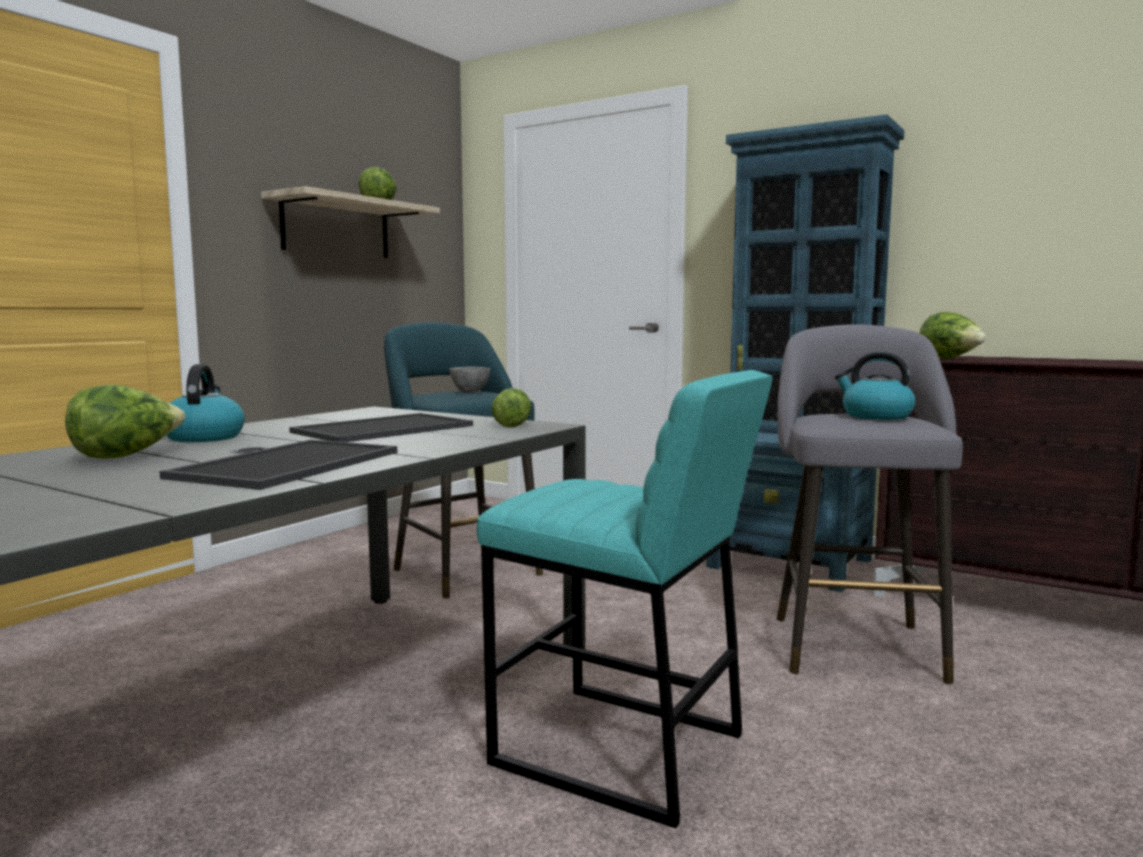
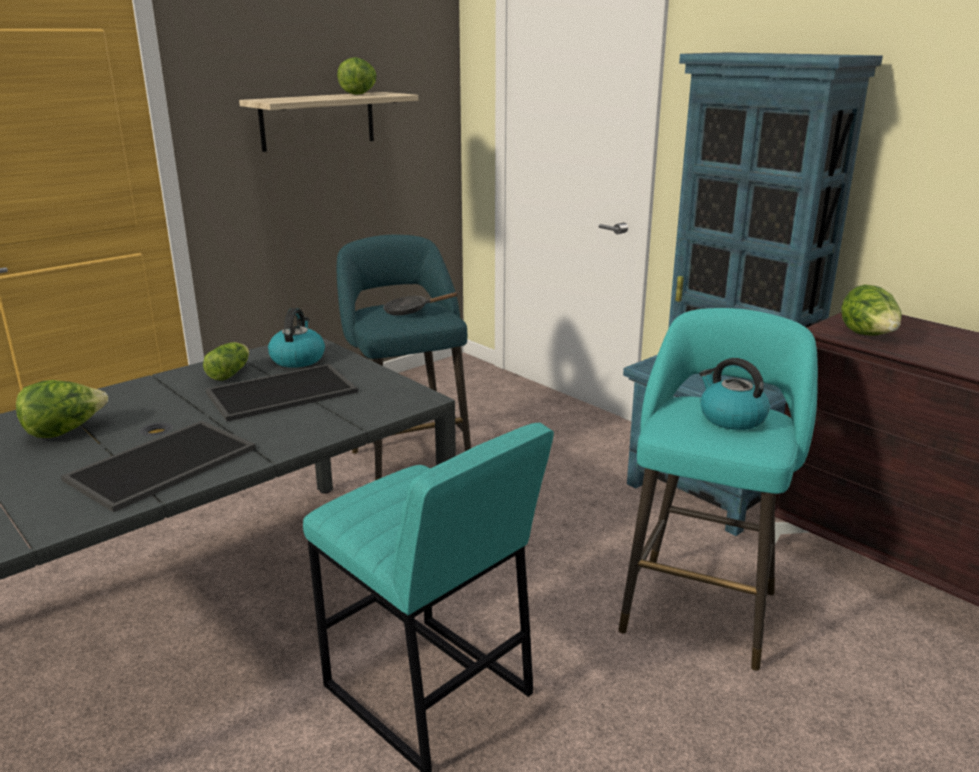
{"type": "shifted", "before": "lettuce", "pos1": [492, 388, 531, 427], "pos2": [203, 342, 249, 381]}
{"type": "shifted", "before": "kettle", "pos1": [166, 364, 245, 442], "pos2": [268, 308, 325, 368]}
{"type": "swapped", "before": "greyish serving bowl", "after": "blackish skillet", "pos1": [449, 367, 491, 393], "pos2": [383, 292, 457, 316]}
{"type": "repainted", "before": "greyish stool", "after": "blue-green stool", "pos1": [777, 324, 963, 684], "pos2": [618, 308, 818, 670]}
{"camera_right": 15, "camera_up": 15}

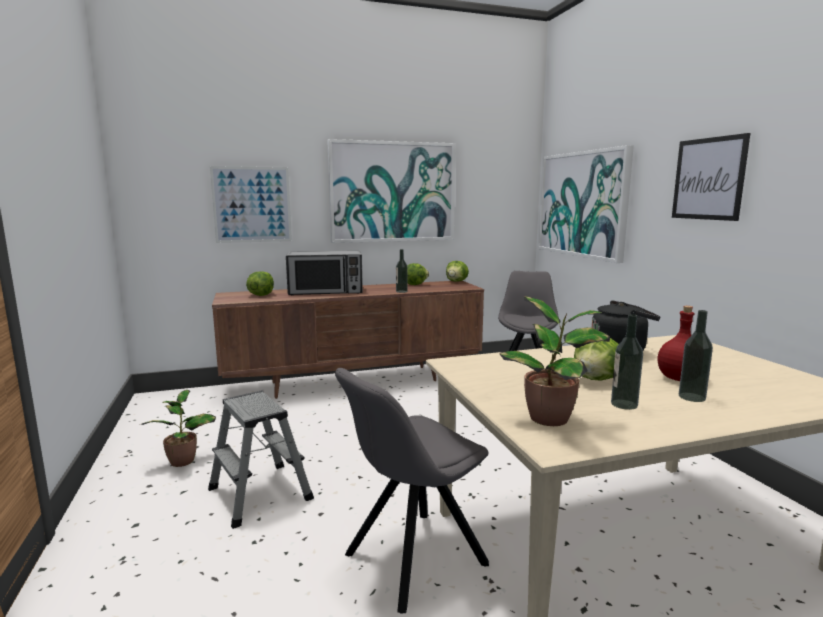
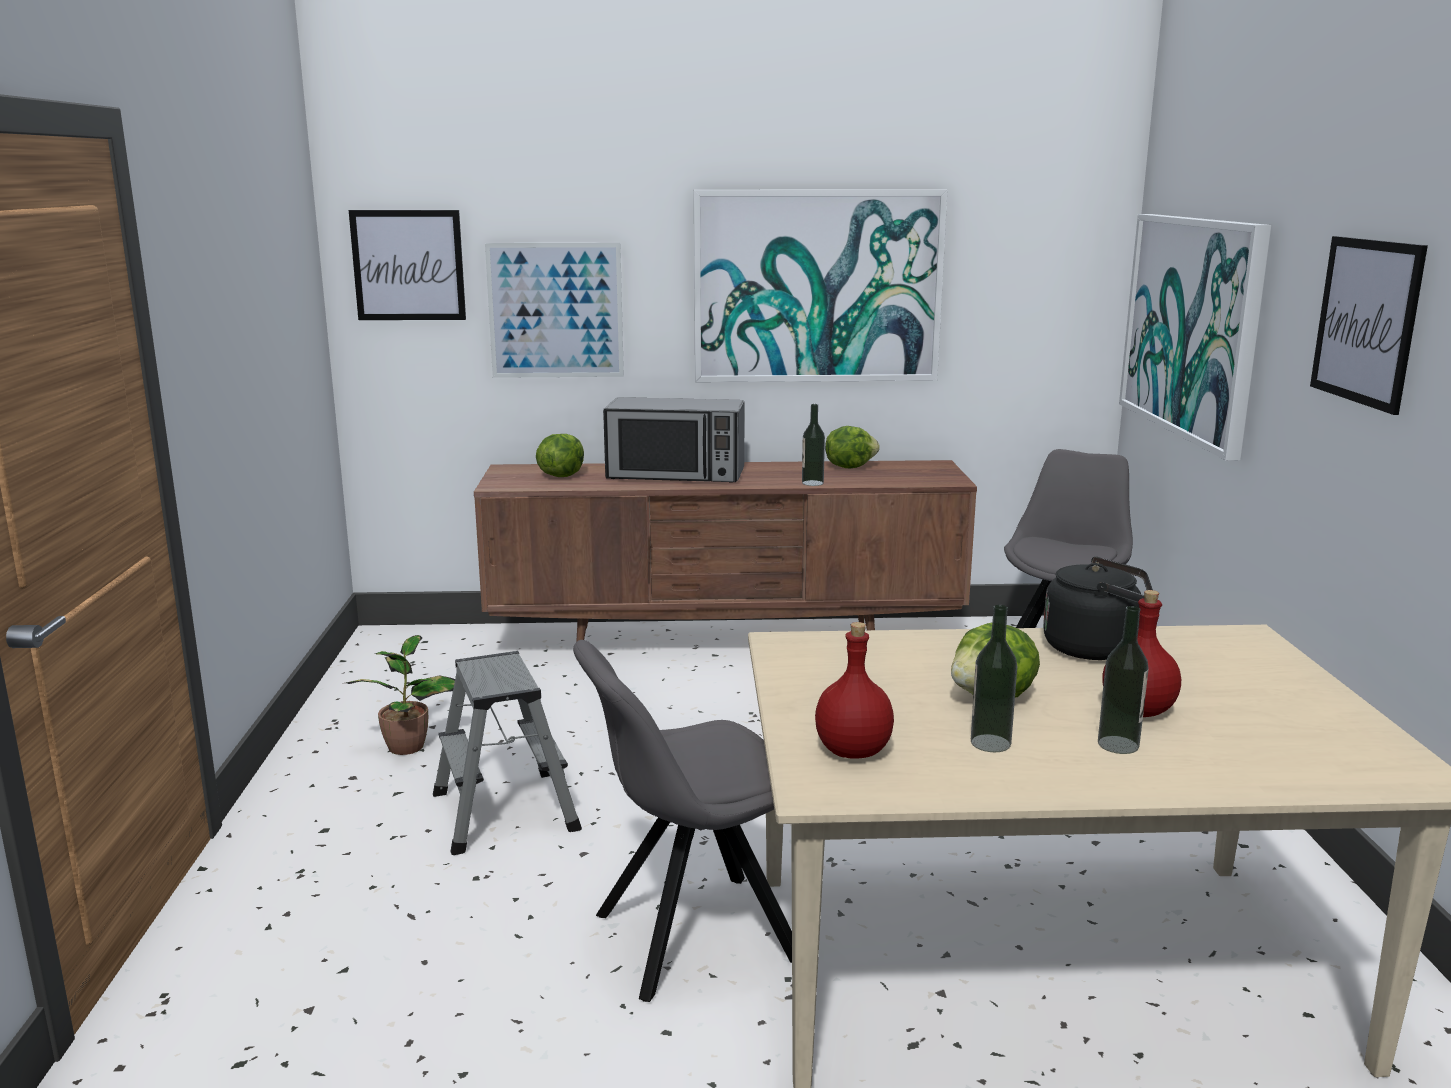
{"type": "new", "after": "wall picture", "pos2": [349, 210, 466, 320]}
{"type": "swapped", "before": "potted plant", "after": "red bottle", "pos1": [499, 296, 610, 426], "pos2": [815, 622, 894, 759]}
{"type": "gone", "before": "lettuce", "pos1": [446, 261, 469, 282]}
{"camera_right": 15, "camera_up": 5}

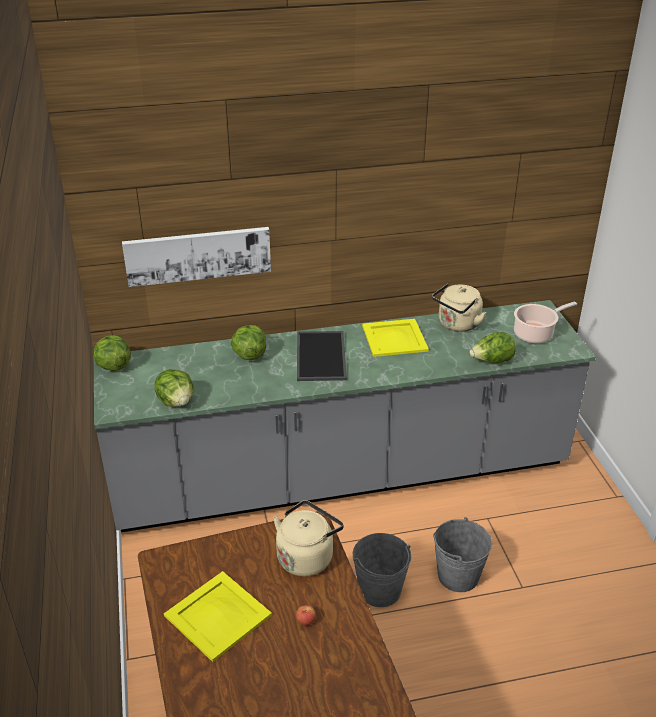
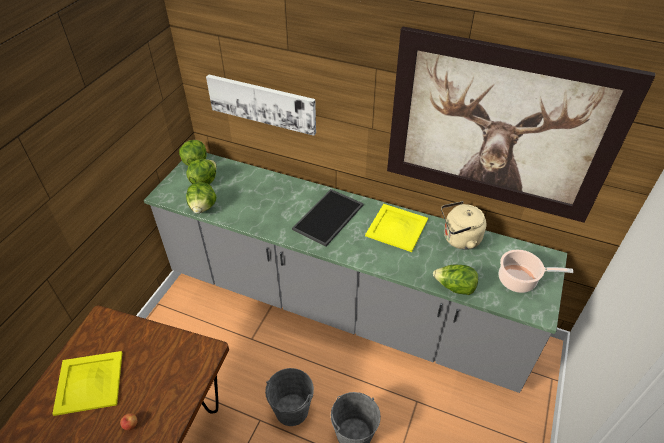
{"type": "shifted", "before": "lettuce", "pos1": [231, 325, 266, 360], "pos2": [186, 159, 216, 184]}
{"type": "new", "after": "wall picture", "pos2": [387, 27, 655, 223]}
{"type": "gone", "before": "beige-coloured kettle", "pos1": [273, 500, 344, 576]}
{"camera_right": 35, "camera_up": 10}

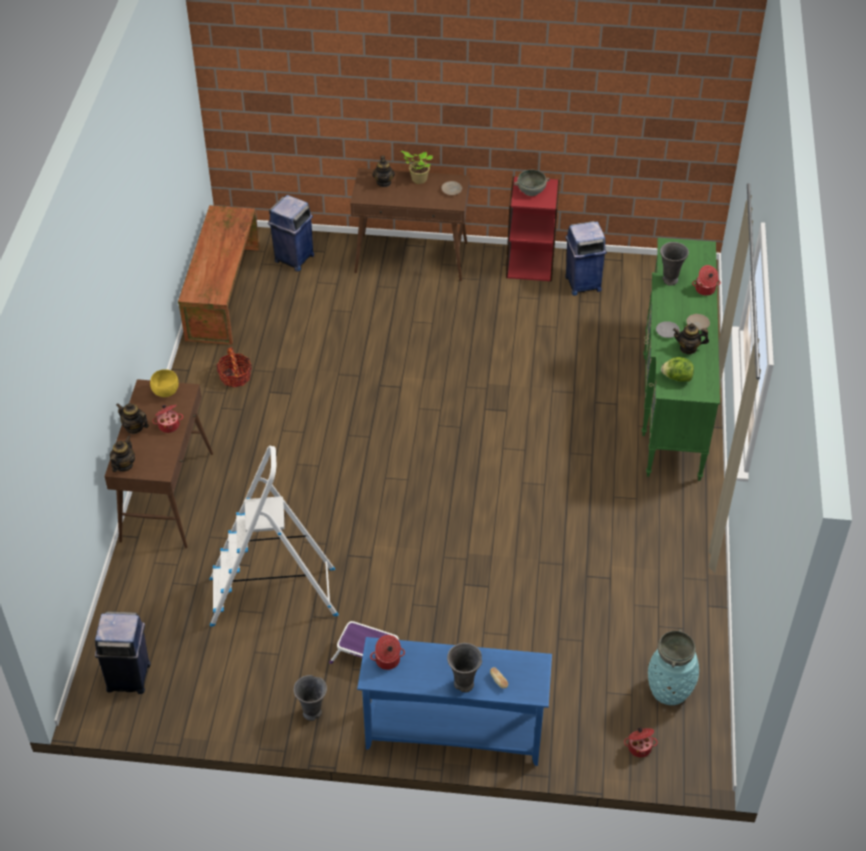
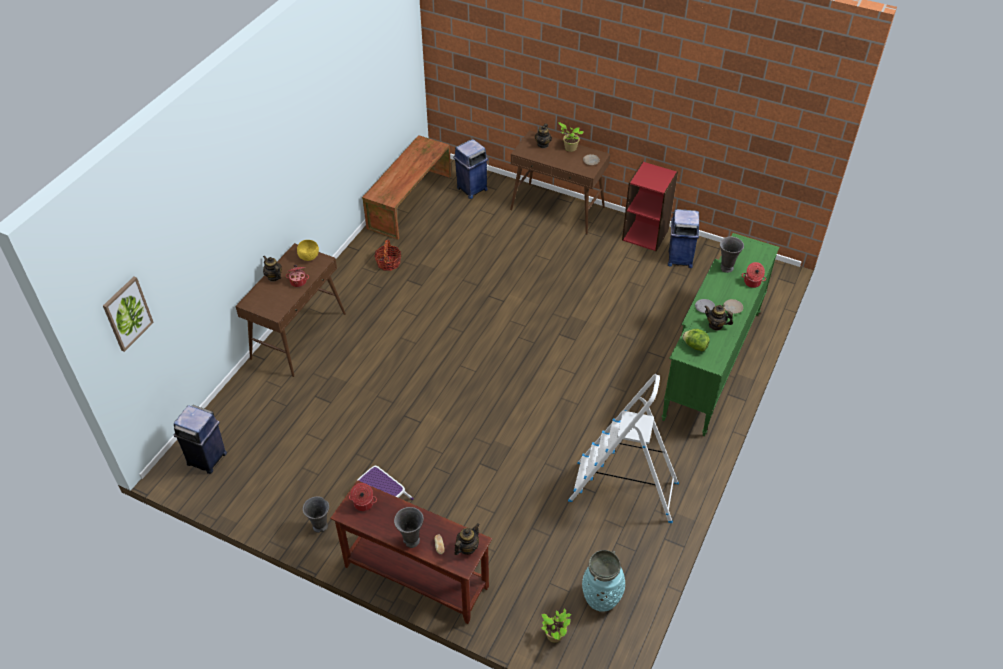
{"type": "new", "after": "wall picture", "pos2": [103, 276, 154, 352]}
{"type": "repainted", "before": "blue hall table", "after": "brown hall table", "pos1": [357, 637, 552, 766], "pos2": [330, 480, 492, 624]}
{"type": "shifted", "before": "tea pot", "pos1": [110, 436, 135, 472], "pos2": [454, 523, 480, 555]}
{"type": "swapped", "before": "cooking pot", "after": "potted plant", "pos1": [624, 727, 658, 757], "pos2": [541, 609, 571, 643]}
{"type": "shifted", "before": "white step ladder", "pos1": [210, 446, 338, 626], "pos2": [568, 374, 679, 523]}
{"type": "gone", "before": "greyish serving bowl", "pos1": [514, 170, 550, 196]}
{"camera_right": 20, "camera_up": 0}

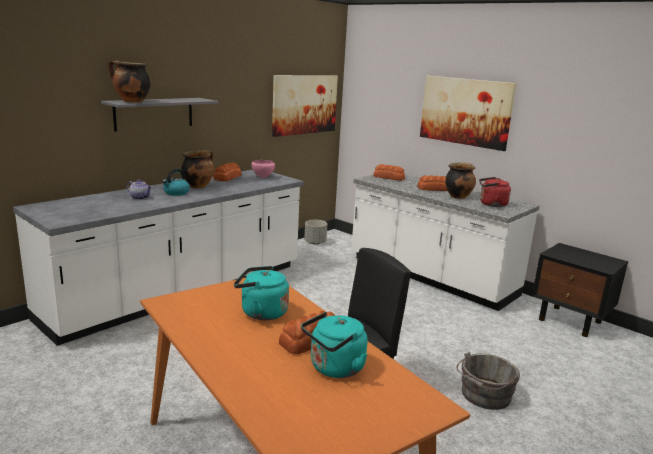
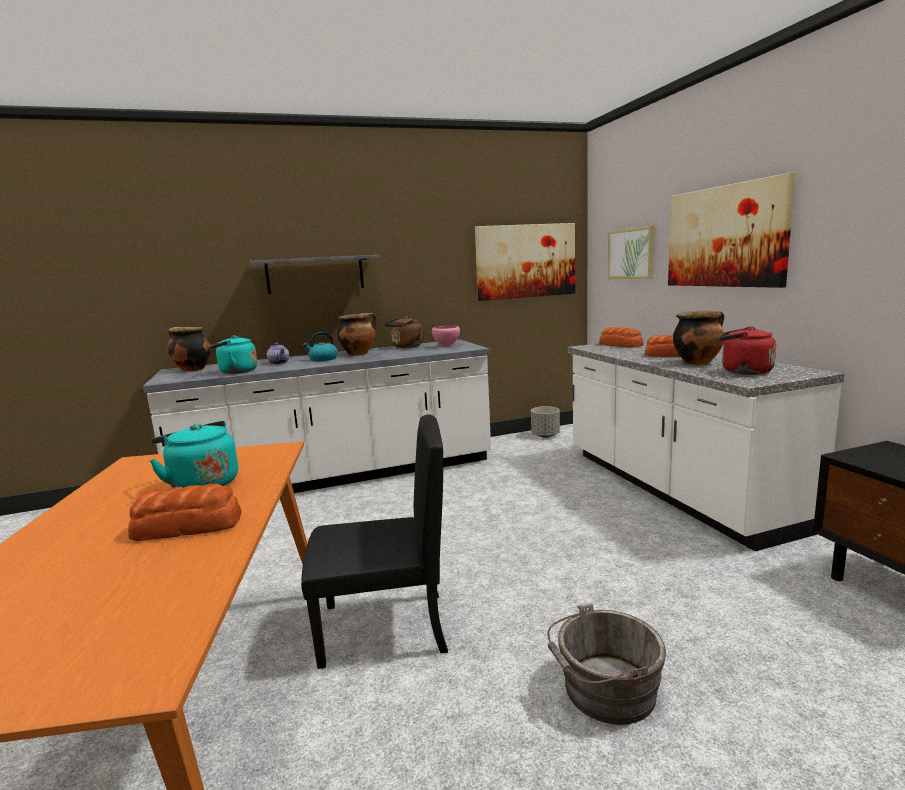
{"type": "shifted", "before": "cooking pot", "pos1": [108, 61, 151, 103], "pos2": [167, 327, 211, 371]}
{"type": "shifted", "before": "blue-green kettle", "pos1": [301, 312, 367, 378], "pos2": [209, 336, 257, 374]}
{"type": "swapped", "before": "bakery bread", "after": "brown kettle", "pos1": [213, 162, 242, 181], "pos2": [384, 316, 423, 348]}
{"type": "new", "after": "wall picture", "pos2": [608, 226, 654, 279]}
{"camera_right": 30, "camera_up": -5}

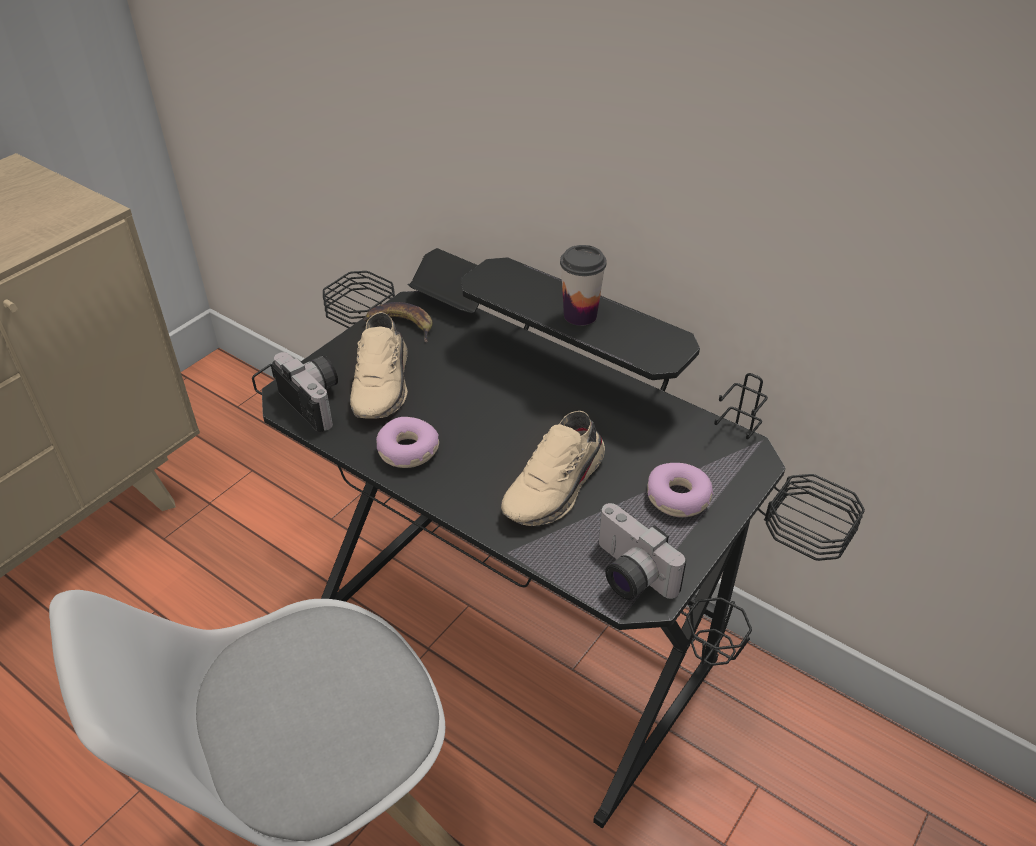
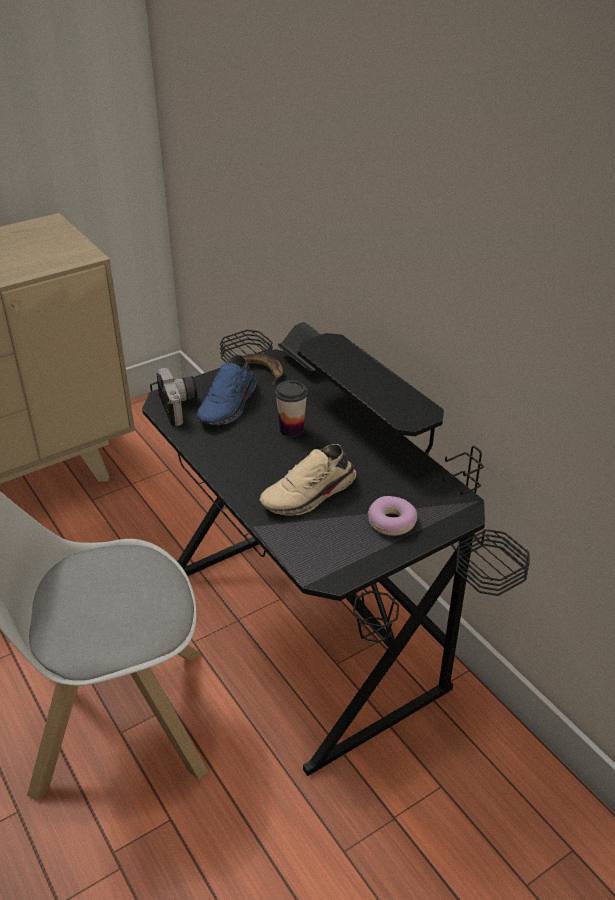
{"type": "repainted", "before": "beige-coloured low shoe", "after": "blue low shoe", "pos1": [350, 312, 408, 419], "pos2": [197, 355, 257, 425]}
{"type": "shifted", "before": "drinking cup", "pos1": [560, 245, 607, 326], "pos2": [275, 380, 308, 437]}
{"type": "gone", "before": "donut", "pos1": [376, 417, 439, 468]}
{"type": "gone", "before": "photo camera", "pos1": [599, 503, 687, 600]}
{"camera_right": 20, "camera_up": -5}

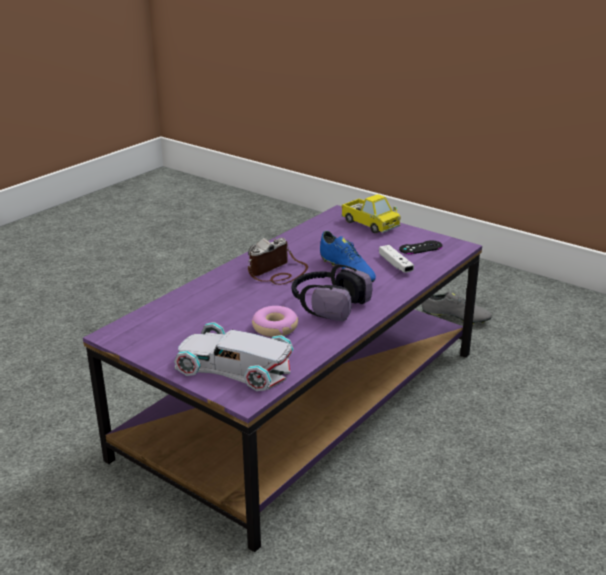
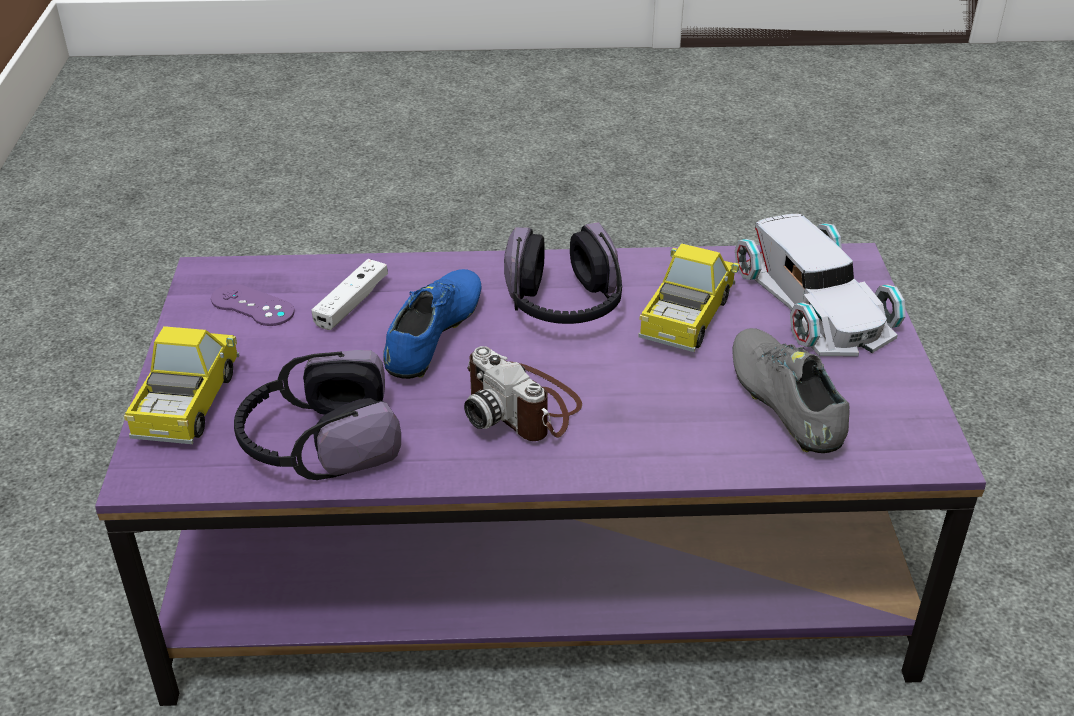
{"type": "repainted", "before": "blackish joypad", "after": "purplish joypad", "pos1": [399, 240, 443, 254], "pos2": [211, 284, 295, 326]}
{"type": "new", "after": "headphones", "pos2": [234, 350, 401, 480]}
{"type": "rotated", "before": "photo camera", "pos1": [248, 238, 308, 285], "pos2": [464, 346, 582, 441], "turn": 45}
{"type": "swapped", "before": "donut", "after": "toy lorry", "pos1": [251, 306, 298, 337], "pos2": [638, 243, 739, 352]}
{"type": "shifted", "before": "greyish low shoe", "pos1": [421, 291, 492, 324], "pos2": [732, 328, 850, 453]}
{"camera_right": -130, "camera_up": 10}

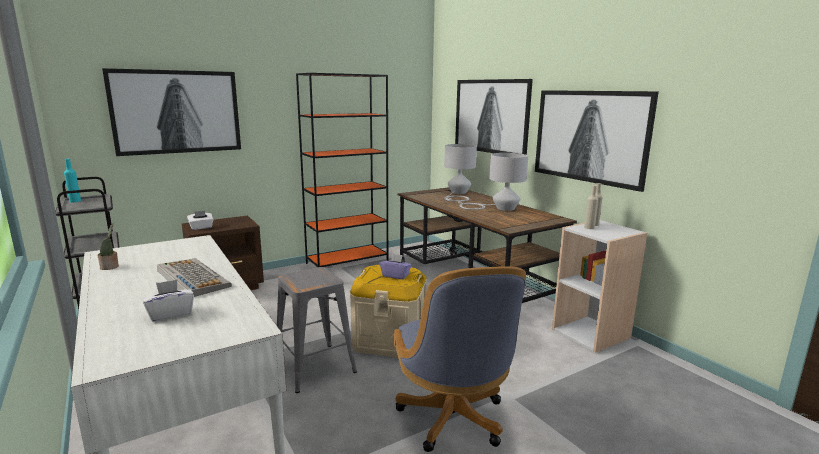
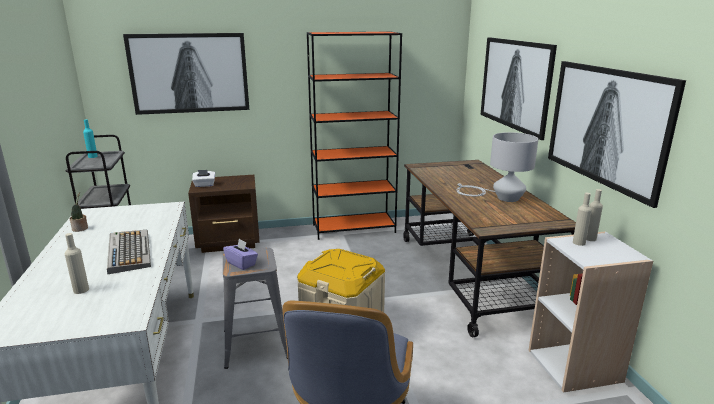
{"type": "swapped", "before": "white tissue box", "after": "beige-coloured bottle", "pos1": [144, 280, 194, 322], "pos2": [65, 233, 89, 294]}
{"type": "shifted", "before": "purplish tissue box", "pos1": [380, 254, 412, 279], "pos2": [223, 239, 258, 270]}
{"type": "gone", "before": "white lamp for a table", "pos1": [444, 144, 477, 201]}
{"camera_right": 20, "camera_up": 5}

